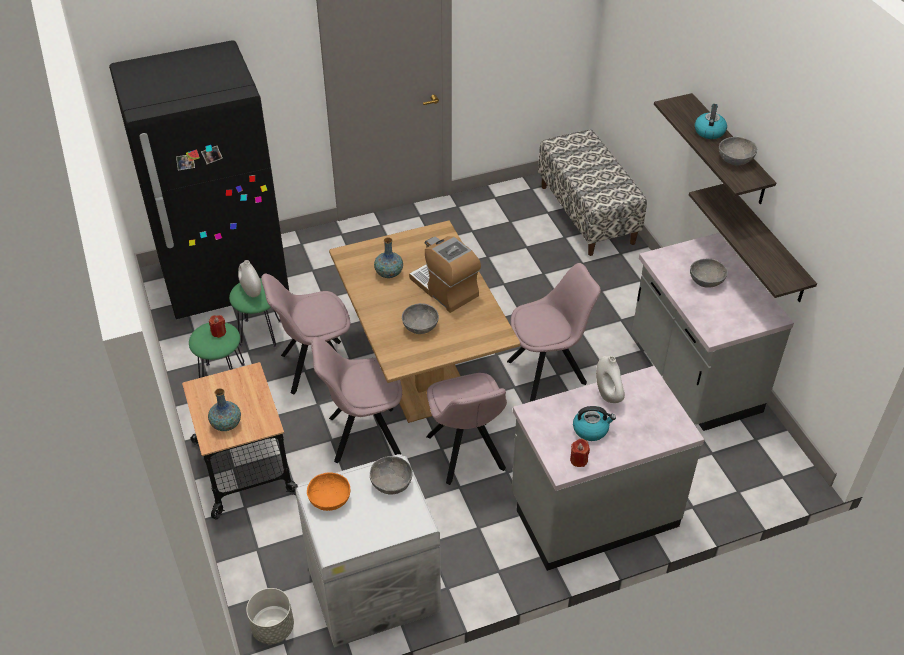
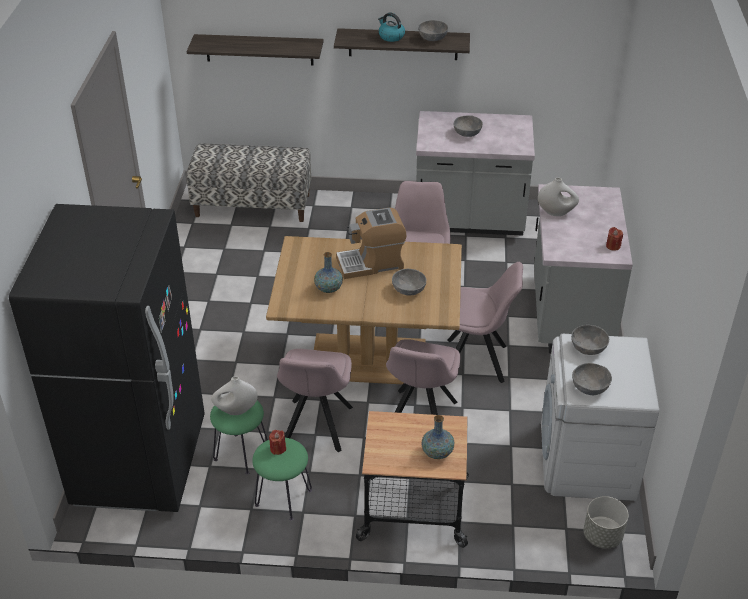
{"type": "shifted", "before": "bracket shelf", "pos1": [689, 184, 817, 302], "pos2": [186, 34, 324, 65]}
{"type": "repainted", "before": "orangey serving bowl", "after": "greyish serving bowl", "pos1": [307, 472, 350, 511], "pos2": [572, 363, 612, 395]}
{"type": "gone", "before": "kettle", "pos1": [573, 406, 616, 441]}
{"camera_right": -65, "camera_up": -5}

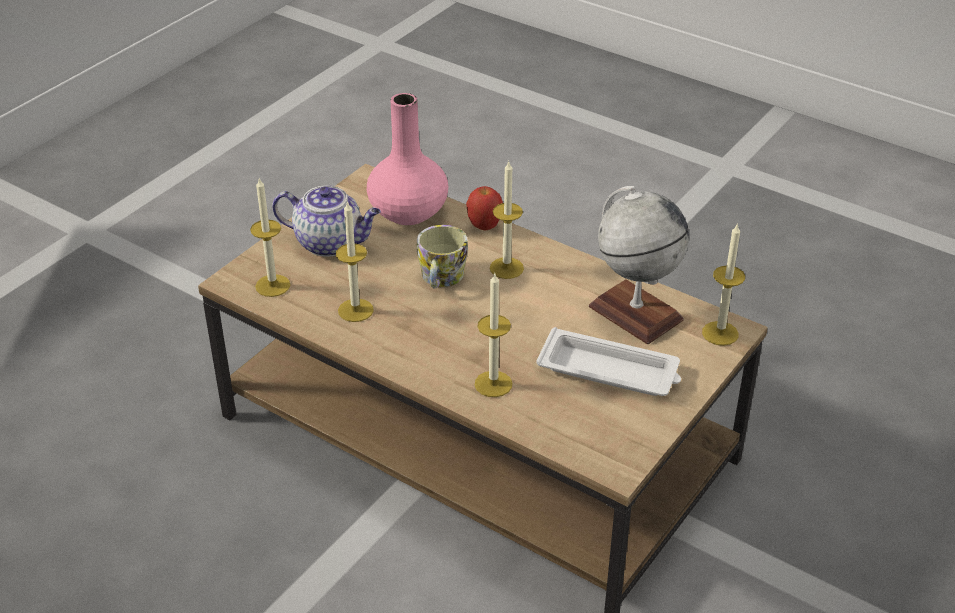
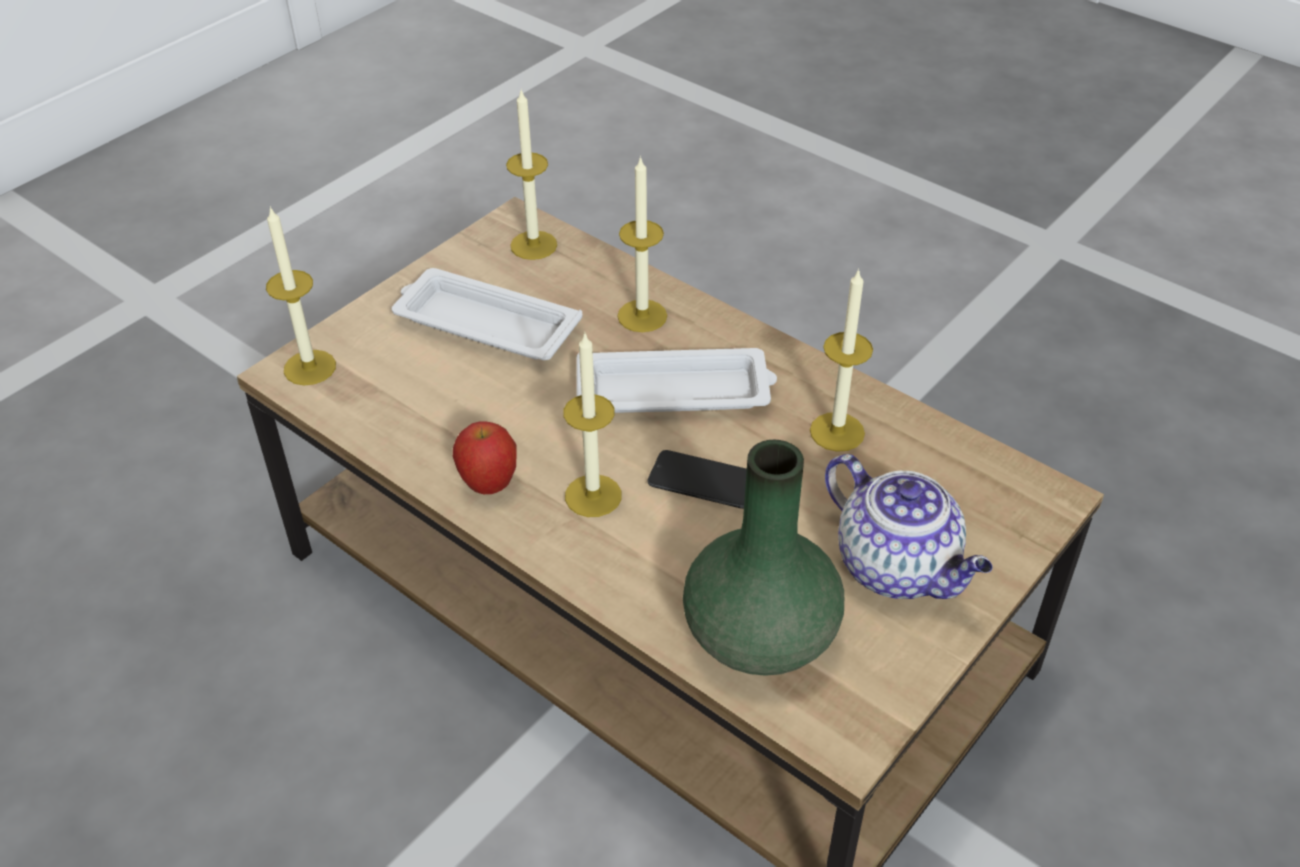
{"type": "shifted", "before": "whole apple", "pos1": [466, 186, 503, 230], "pos2": [453, 422, 517, 494]}
{"type": "shifted", "before": "wax candle", "pos1": [250, 178, 290, 297], "pos2": [506, 88, 557, 260]}
{"type": "new", "after": "white carrying tray", "pos2": [576, 348, 777, 413]}
{"type": "swapped", "before": "tea mug", "after": "telephone", "pos1": [417, 225, 468, 288], "pos2": [647, 450, 747, 509]}
{"type": "repainted", "before": "pink-coloured flower vase", "after": "green flower vase", "pos1": [367, 93, 448, 225], "pos2": [683, 440, 844, 676]}
{"type": "rotated", "before": "tea pot", "pos1": [272, 186, 381, 257], "pos2": [825, 454, 993, 599], "turn": -150}
{"type": "gone", "before": "globe", "pos1": [589, 186, 689, 344]}
{"camera_right": -175, "camera_up": 5}

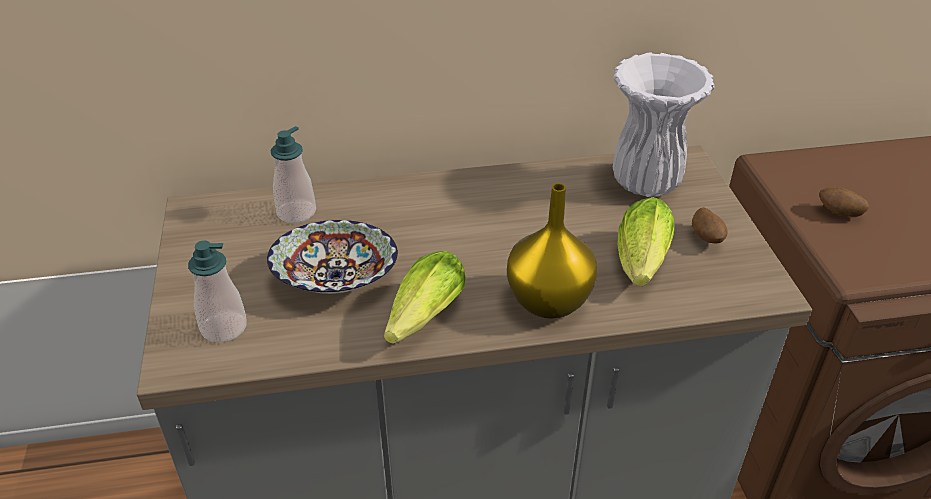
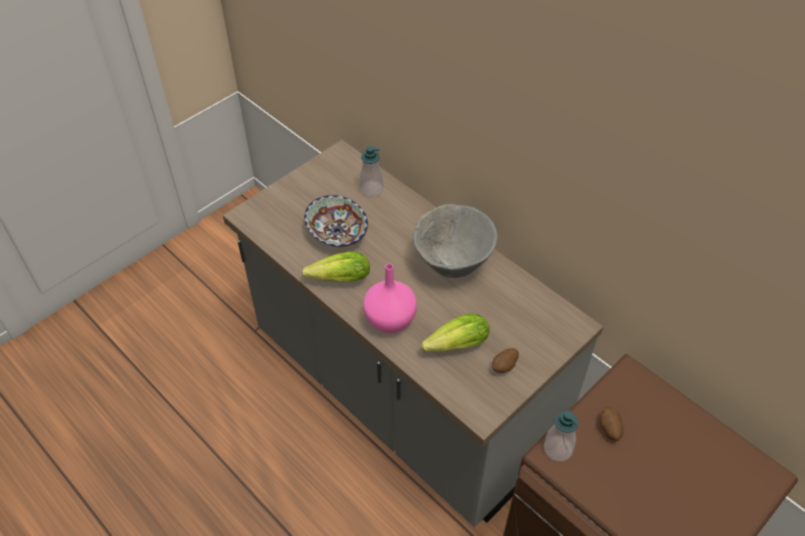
{"type": "repainted", "before": "yellowish flower vase", "after": "pink-coloured flower vase", "pos1": [507, 183, 597, 319], "pos2": [363, 264, 417, 333]}
{"type": "new", "after": "greyish serving bowl", "pos2": [413, 204, 498, 278]}
{"type": "shifted", "before": "soap dispenser", "pos1": [188, 240, 247, 343], "pos2": [544, 410, 579, 462]}
{"type": "gone", "before": "white flower vase", "pos1": [613, 52, 715, 197]}
{"camera_right": 55, "camera_up": 10}

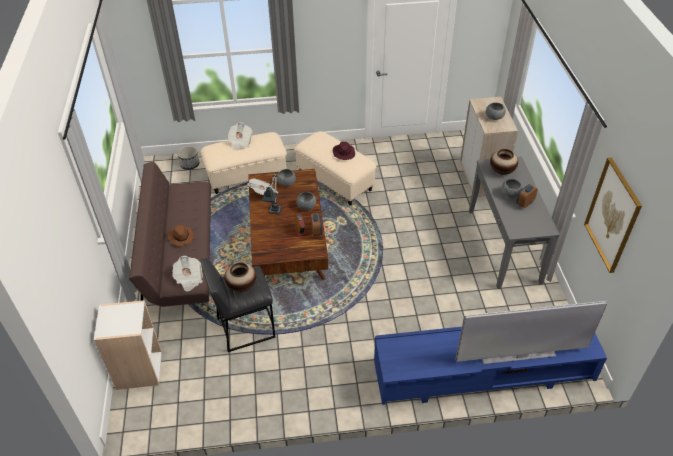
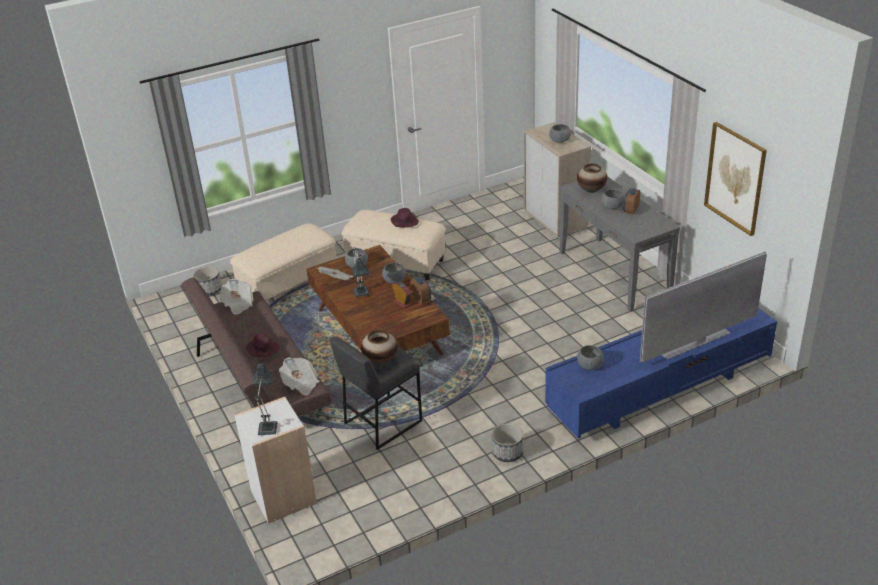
{"type": "shifted", "before": "printed paper", "pos1": [227, 122, 253, 151], "pos2": [220, 279, 253, 315]}
{"type": "repainted", "before": "brown wearable hat", "after": "purplish wearable hat", "pos1": [168, 225, 194, 246], "pos2": [246, 333, 280, 357]}
{"type": "new", "after": "lamp for a table", "pos2": [253, 362, 278, 435]}
{"type": "new", "after": "plant pot", "pos2": [492, 423, 523, 462]}
{"type": "new", "after": "greyish serving bowl", "pos2": [577, 345, 604, 370]}
{"camera_right": -20, "camera_up": -10}

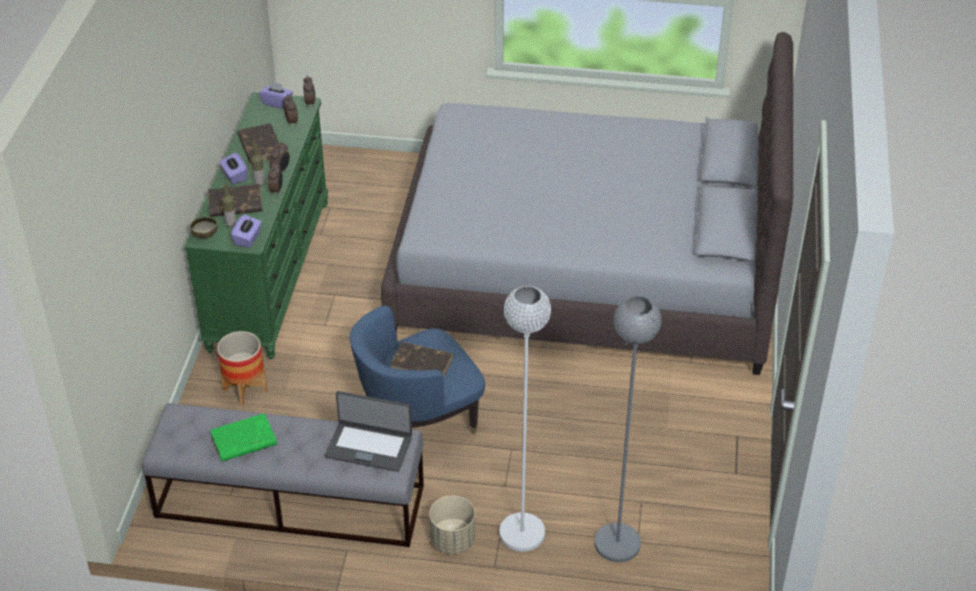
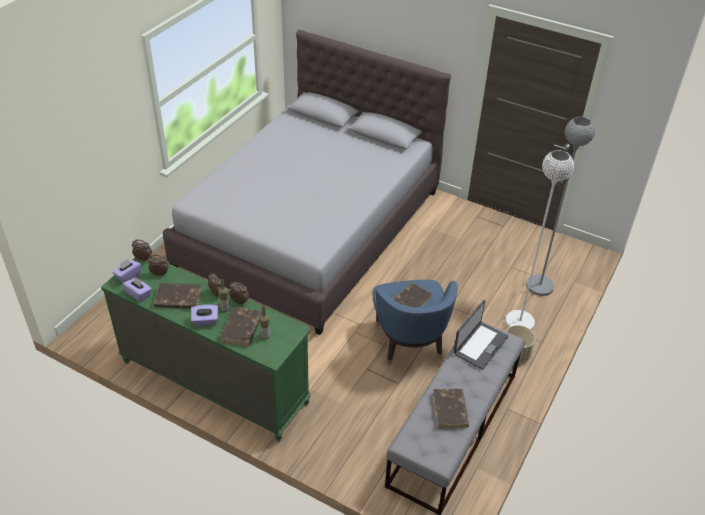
{"type": "shifted", "before": "purplish tissue box", "pos1": [231, 214, 262, 248], "pos2": [123, 277, 152, 302]}
{"type": "repainted", "before": "green volume", "after": "brown volume", "pos1": [210, 413, 277, 462], "pos2": [433, 389, 469, 429]}
{"type": "gone", "before": "serving bowl", "pos1": [190, 217, 217, 238]}
{"type": "gone", "before": "plant pot", "pos1": [217, 331, 268, 406]}
{"camera_right": -70, "camera_up": 0}

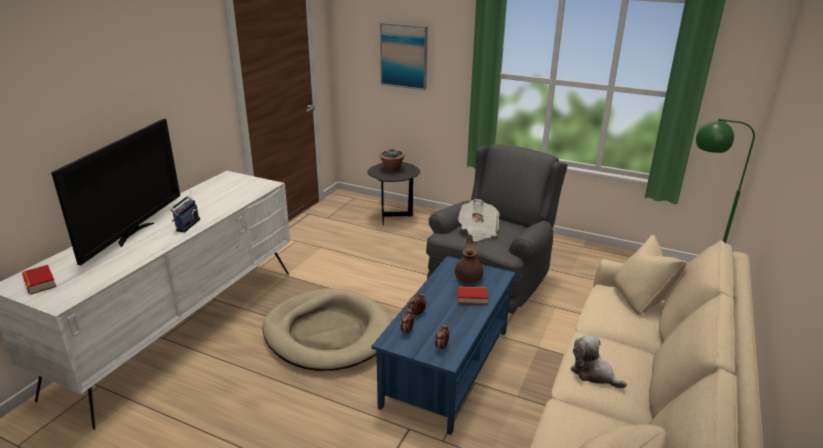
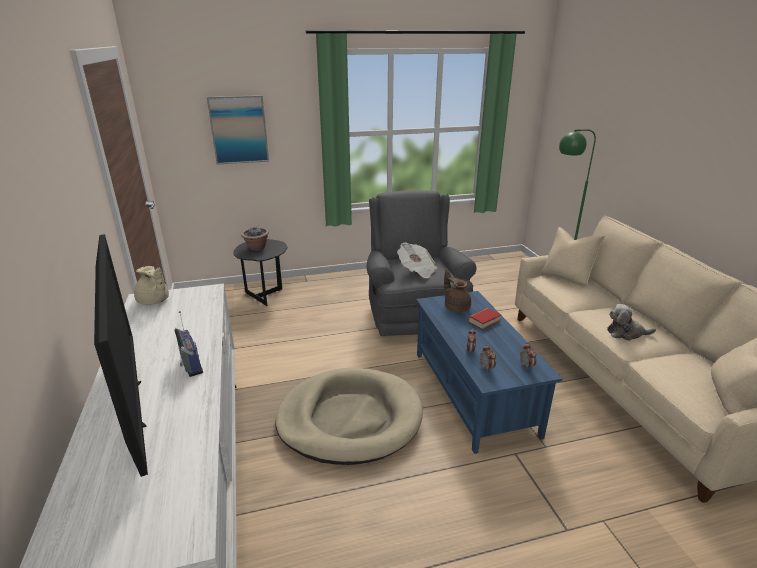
{"type": "new", "after": "beige-coloured tea pot", "pos2": [134, 266, 169, 305]}
{"type": "gone", "before": "volume", "pos1": [22, 265, 56, 294]}
{"camera_right": -40, "camera_up": 0}

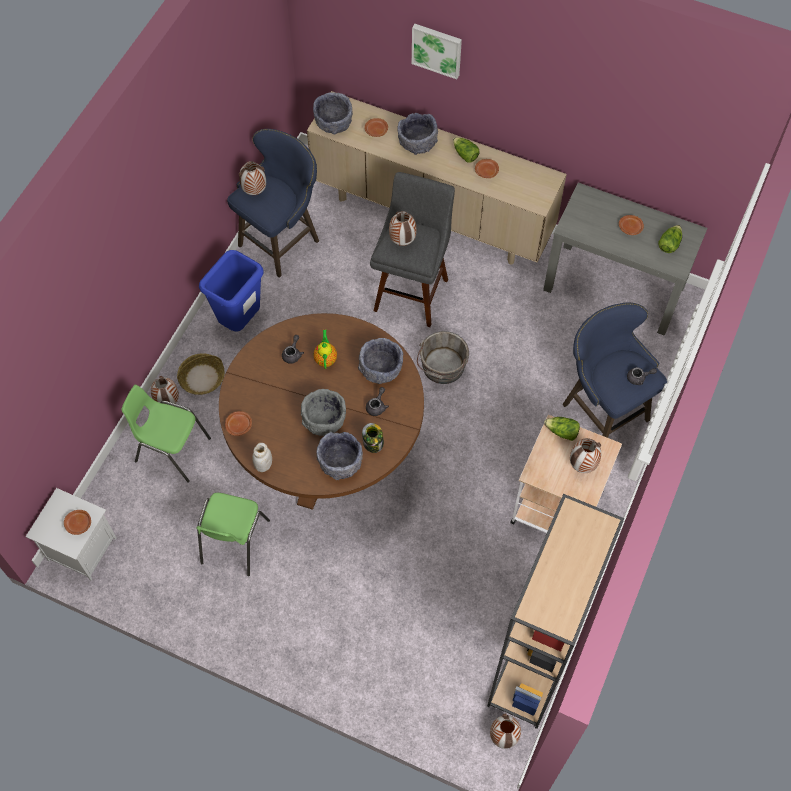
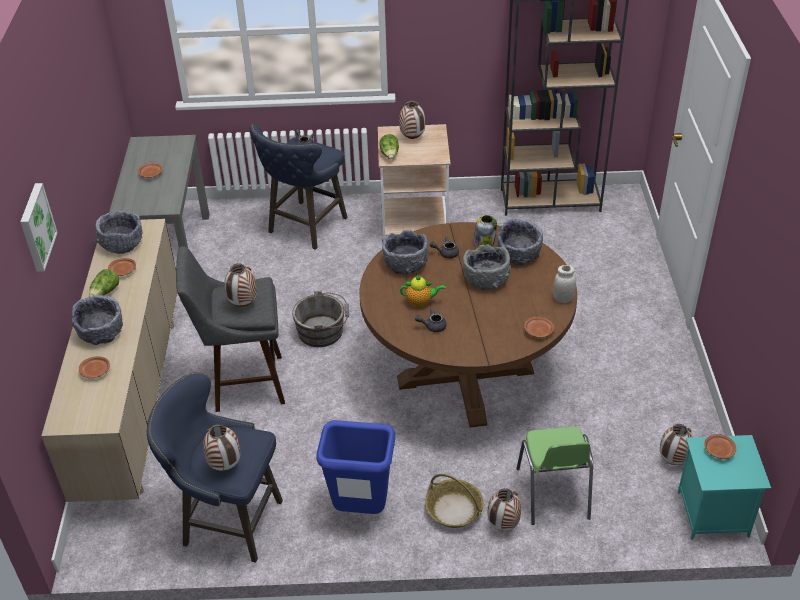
{"type": "shifted", "before": "greyish serving bowl", "pos1": [313, 92, 353, 134], "pos2": [95, 211, 142, 254]}
{"type": "rotated", "before": "tea pot", "pos1": [313, 330, 337, 369], "pos2": [400, 275, 446, 308], "turn": -150}
{"type": "shifted", "before": "flower vase", "pos1": [490, 713, 521, 749], "pos2": [660, 424, 692, 465]}
{"type": "repainted", "before": "greyish nightstand", "after": "blue-green nightstand", "pos1": [26, 488, 116, 580], "pos2": [678, 435, 771, 540]}
{"type": "gone", "before": "green plain chair", "pos1": [196, 493, 270, 576]}
{"type": "gone", "before": "lettuce", "pos1": [658, 225, 682, 253]}
{"camera_right": -115, "camera_up": -20}

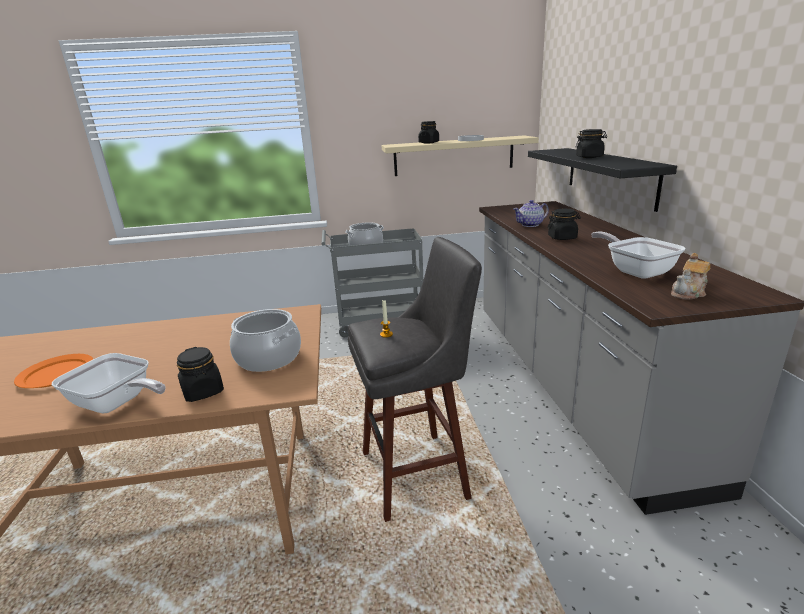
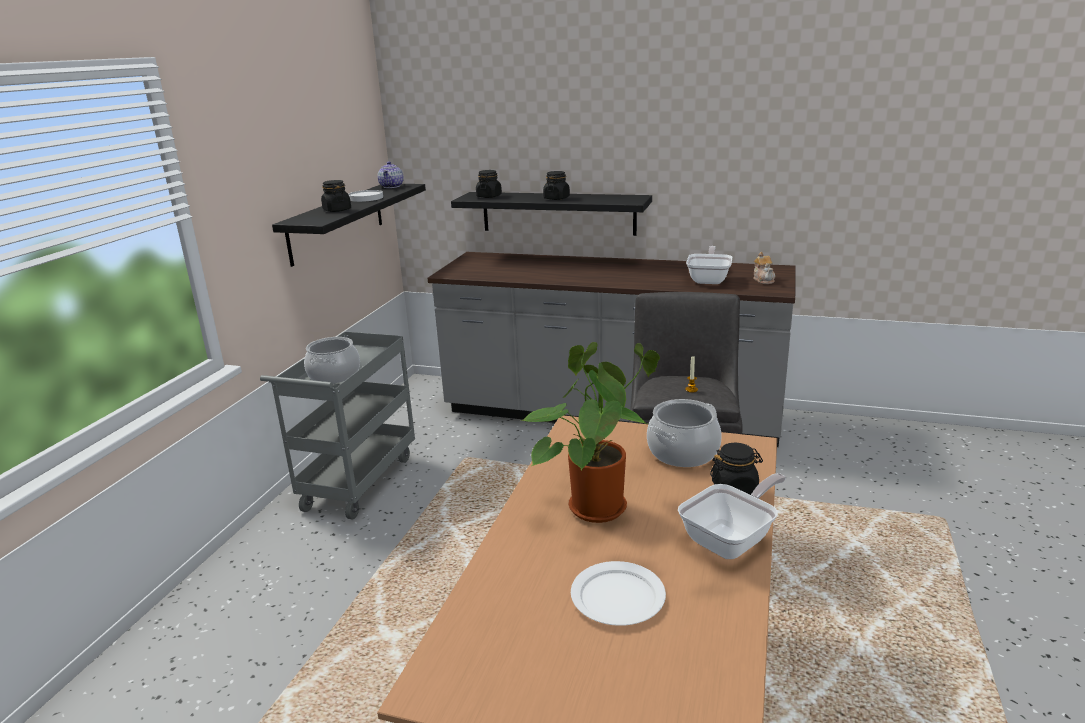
{"type": "repainted", "before": "beige-coloured bracket shelf", "after": "blackish bracket shelf", "pos1": [381, 135, 539, 176], "pos2": [272, 184, 426, 267]}
{"type": "shifted", "before": "tea pot", "pos1": [513, 200, 549, 227], "pos2": [378, 161, 404, 188]}
{"type": "shifted", "before": "blackish jar", "pos1": [547, 209, 581, 240], "pos2": [476, 170, 502, 198]}
{"type": "new", "after": "potted plant", "pos2": [520, 342, 660, 523]}
{"type": "repainted", "before": "orangey plate", "after": "white plate", "pos1": [14, 354, 93, 388], "pos2": [571, 561, 666, 626]}
{"type": "rotated", "before": "skillet", "pos1": [591, 231, 685, 279], "pos2": [686, 246, 732, 284], "turn": 105}
{"camera_right": -65, "camera_up": 0}

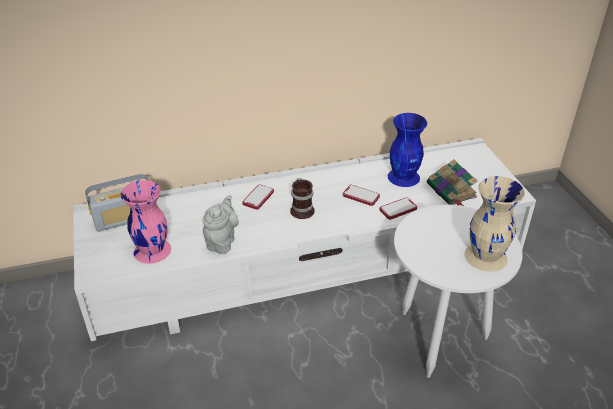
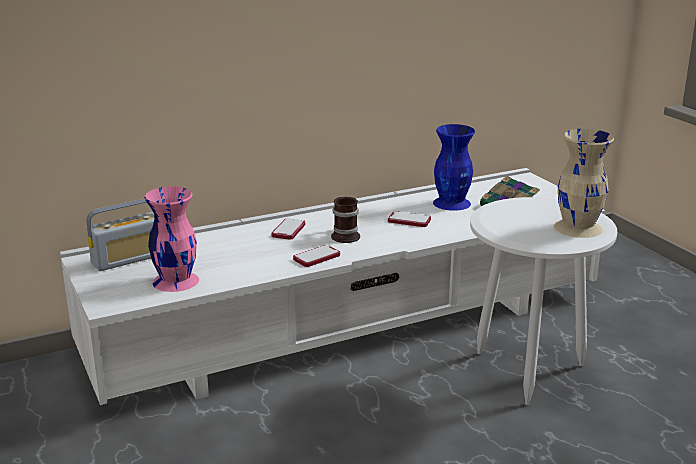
{"type": "shifted", "before": "telephone", "pos1": [380, 197, 417, 220], "pos2": [293, 245, 340, 267]}
{"type": "gone", "before": "greyish tea pot", "pos1": [202, 195, 239, 254]}
{"camera_right": -10, "camera_up": -15}

